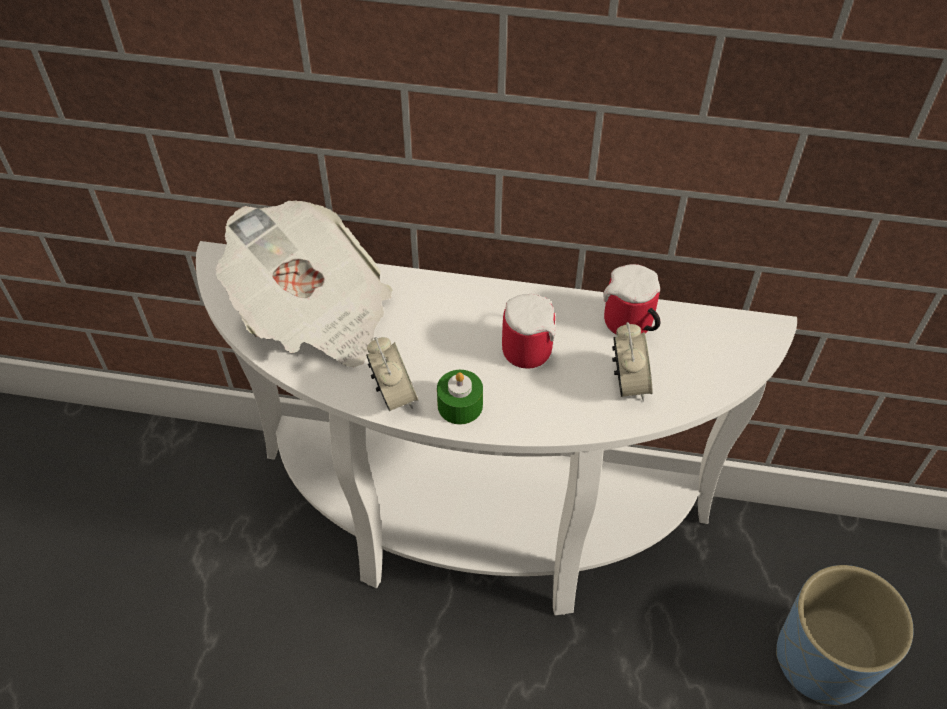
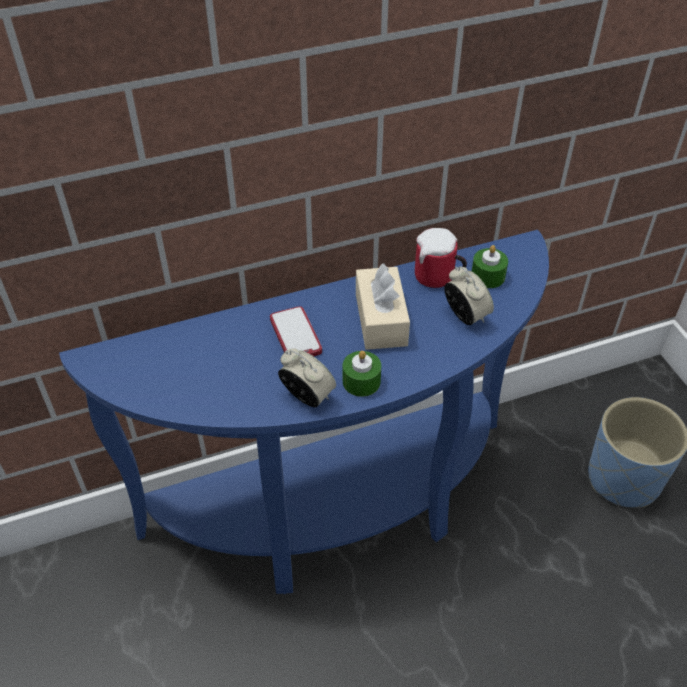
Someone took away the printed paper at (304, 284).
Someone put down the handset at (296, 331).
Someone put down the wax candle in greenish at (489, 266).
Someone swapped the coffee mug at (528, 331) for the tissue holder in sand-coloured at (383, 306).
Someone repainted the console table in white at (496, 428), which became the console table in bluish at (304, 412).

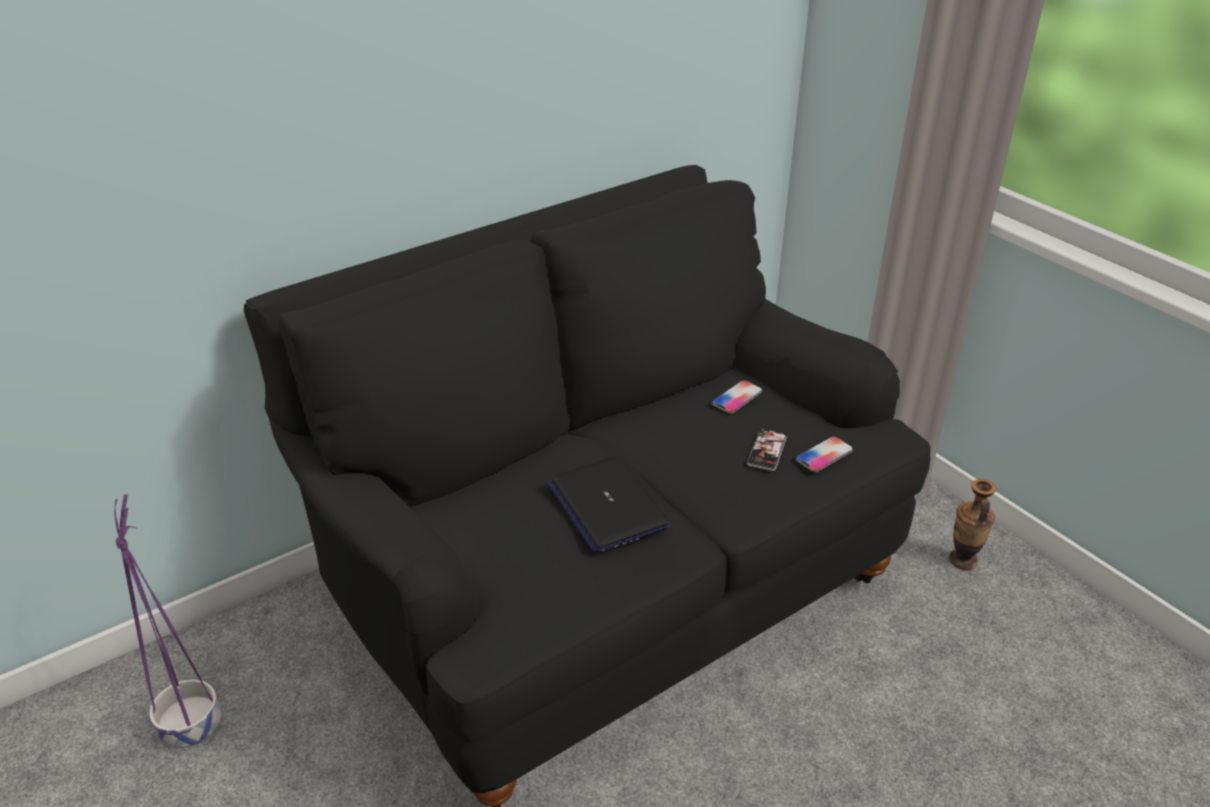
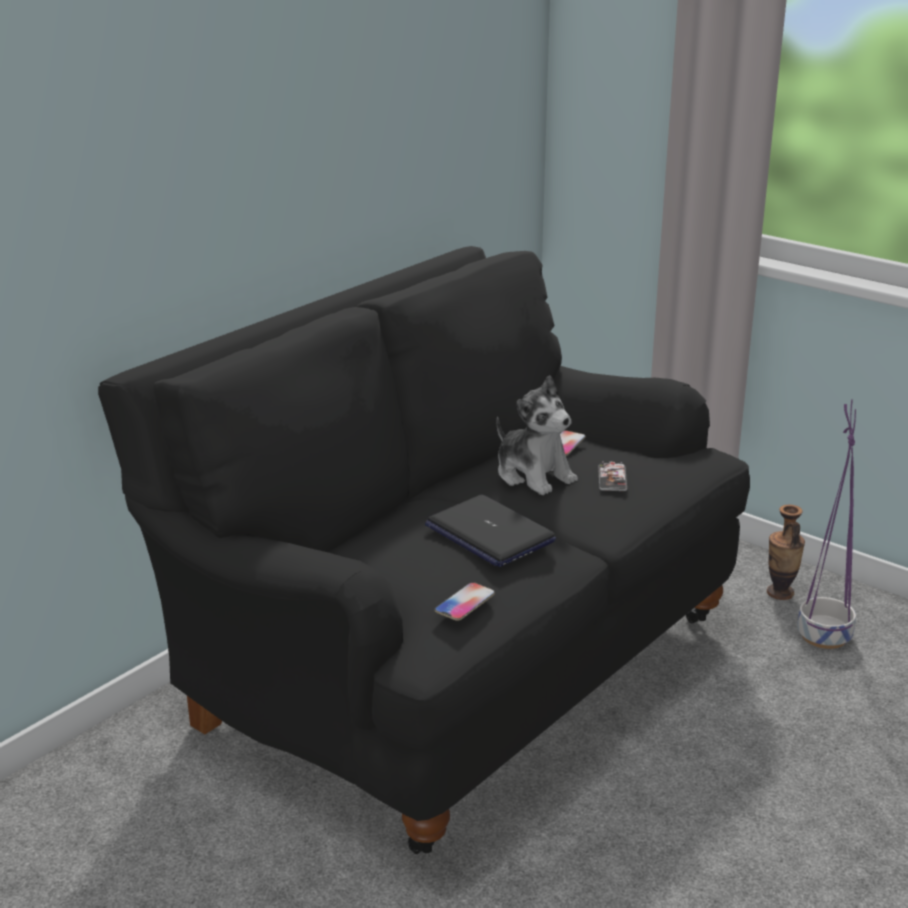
Someone put down the cuddly toy at (537, 435).
Someone carried the planter in purple from (167, 620) to (826, 524).
Someone carried the handset from (824, 454) to (464, 601).

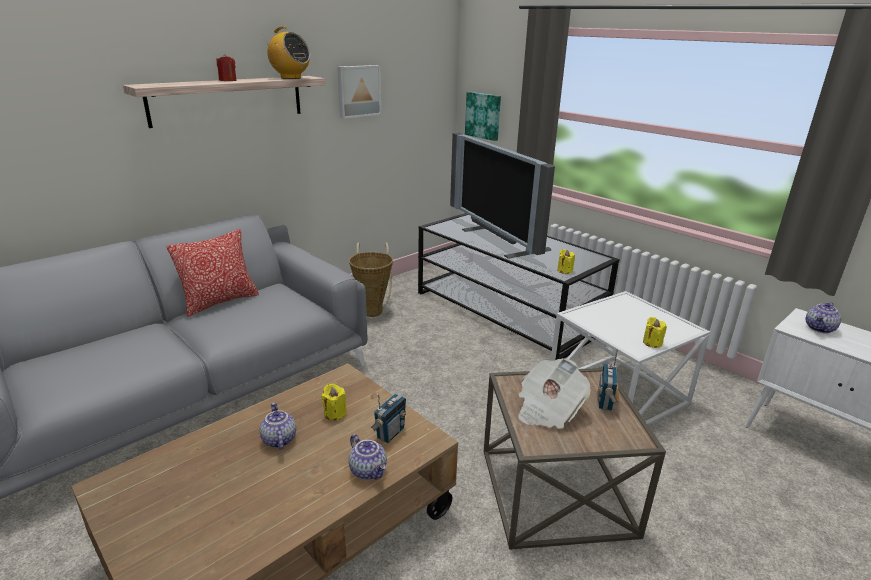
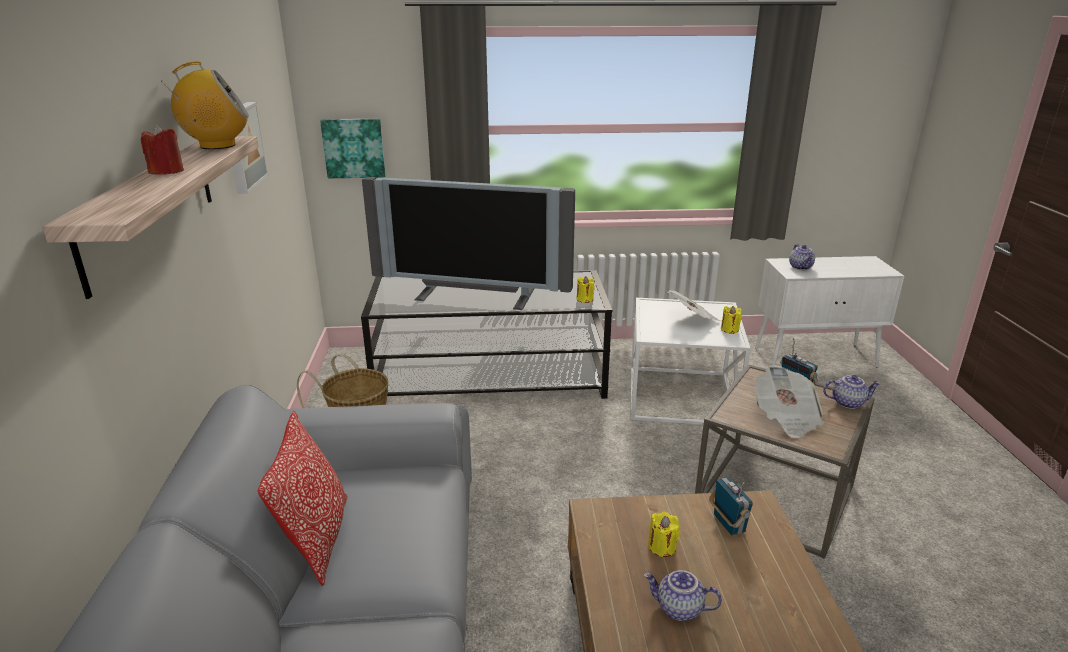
Someone put down the printed paper at (694, 305).
Someone carried the teapot from (368, 457) to (852, 392).

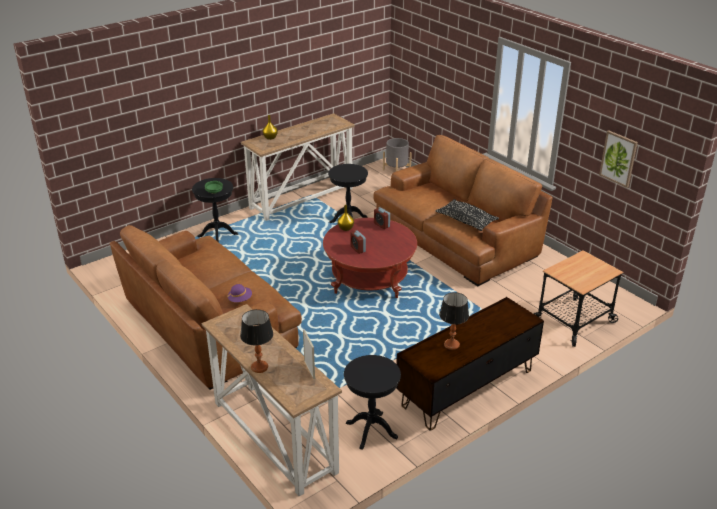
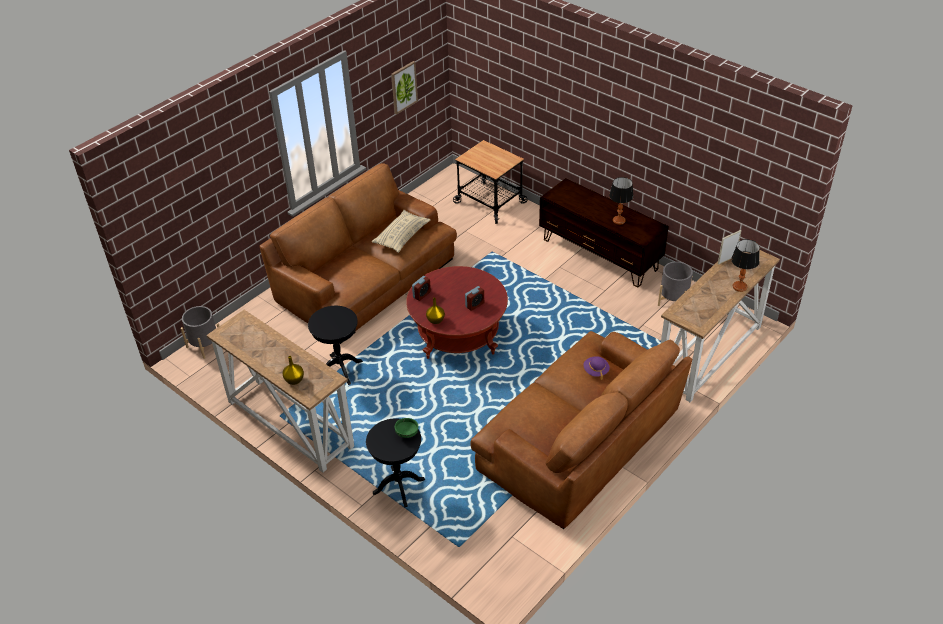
Someone swapped the side table in blackish at (372, 402) for the planter in grey at (675, 283).
Someone repainted the cushion in blackish at (467, 215), which became the cushion in sand-coloured at (401, 231).

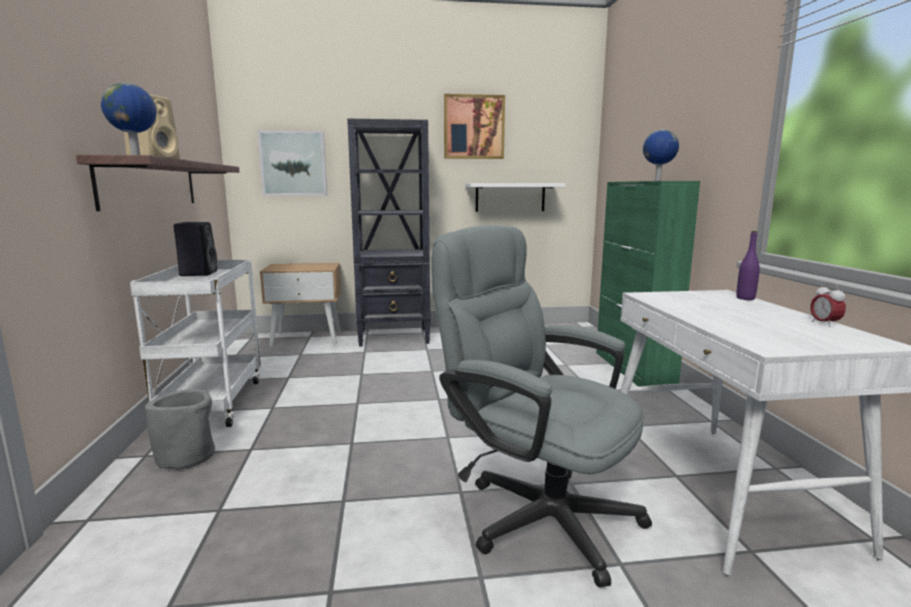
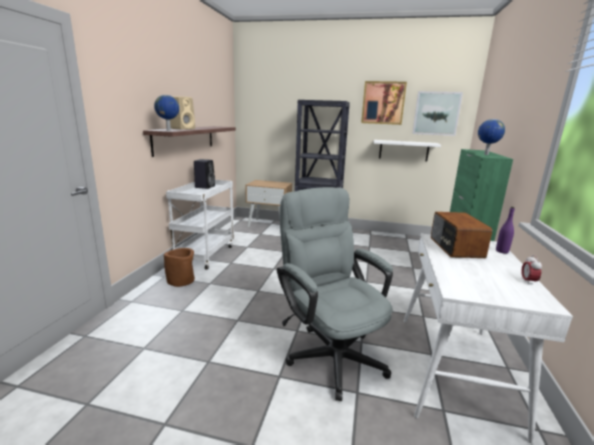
Someone put down the radio set at (461, 235).
Someone carried the wall picture from (292, 163) to (437, 113).
Someone repainted the planter in grey at (180, 429), which became the planter in brownish at (179, 267).

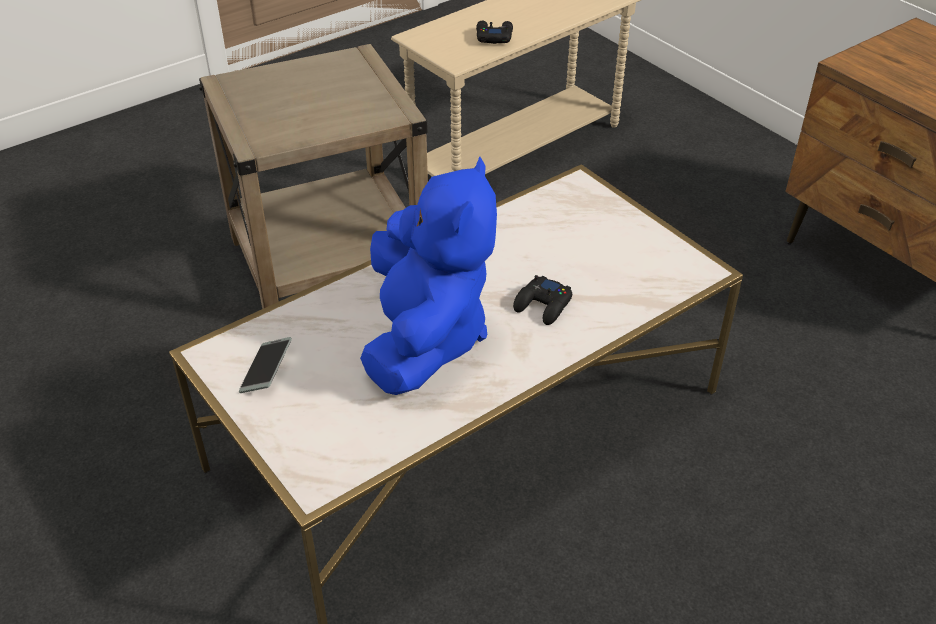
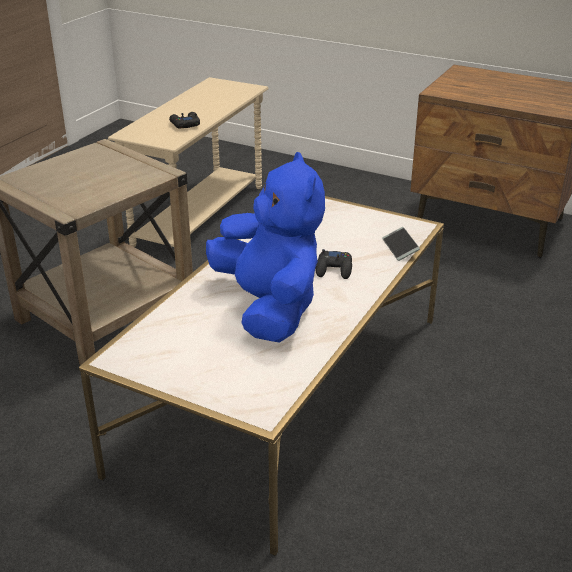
Someone carried the handset from (265, 365) to (401, 244).

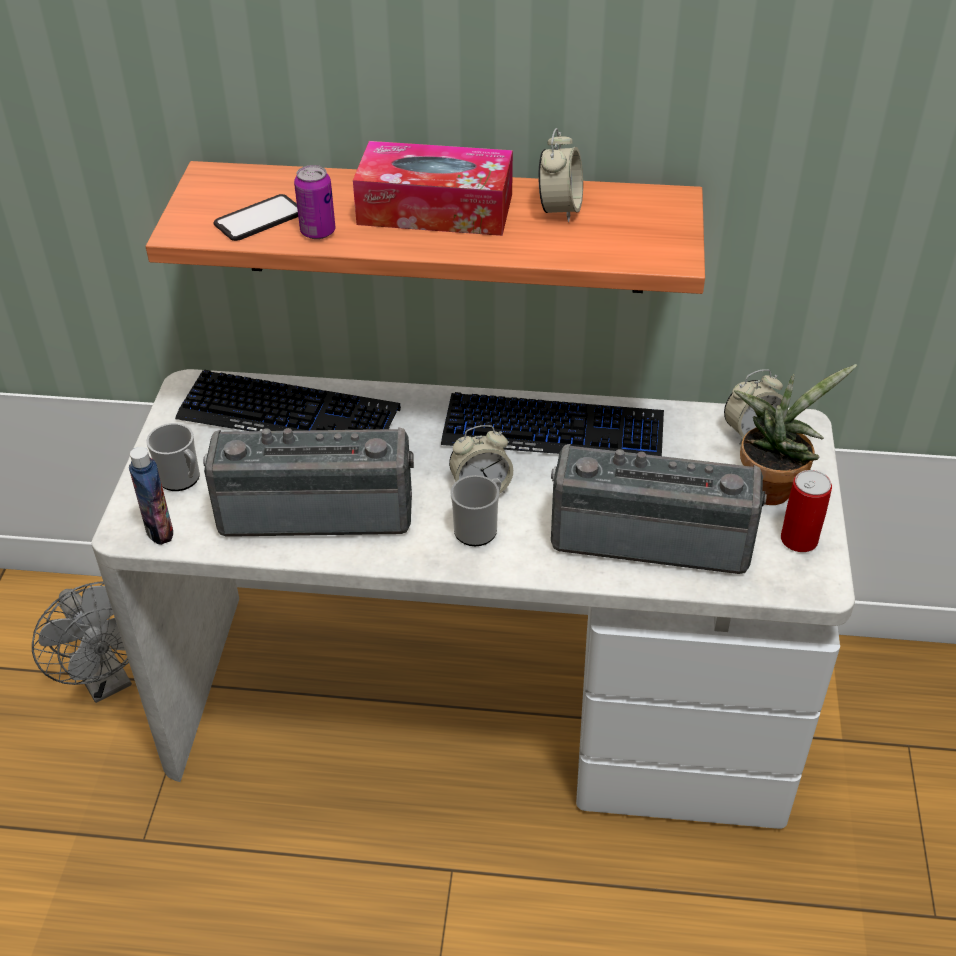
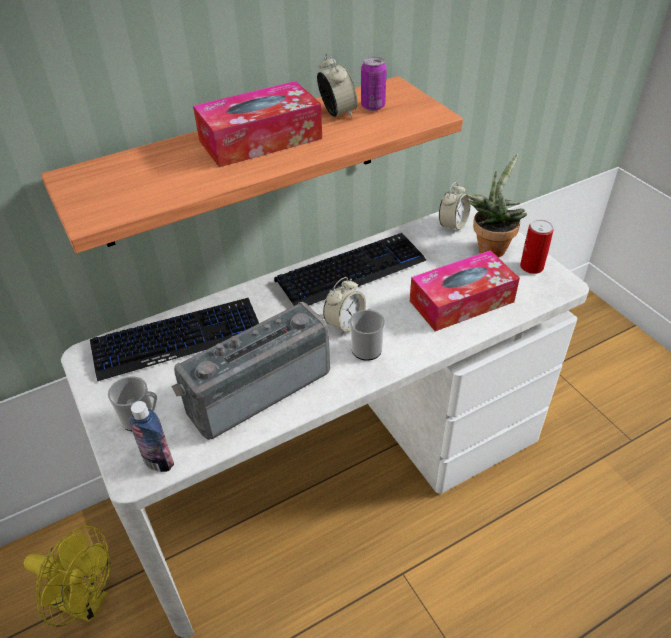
Someone took away the handset at (256, 217).
Someone carried the can from (314, 202) to (374, 84).
Someone swapped the radio set at (659, 509) for the tissue holder at (465, 290).
Someone repainted the cooling fan in grey at (82, 642), which became the cooling fan in yellowish at (67, 576).

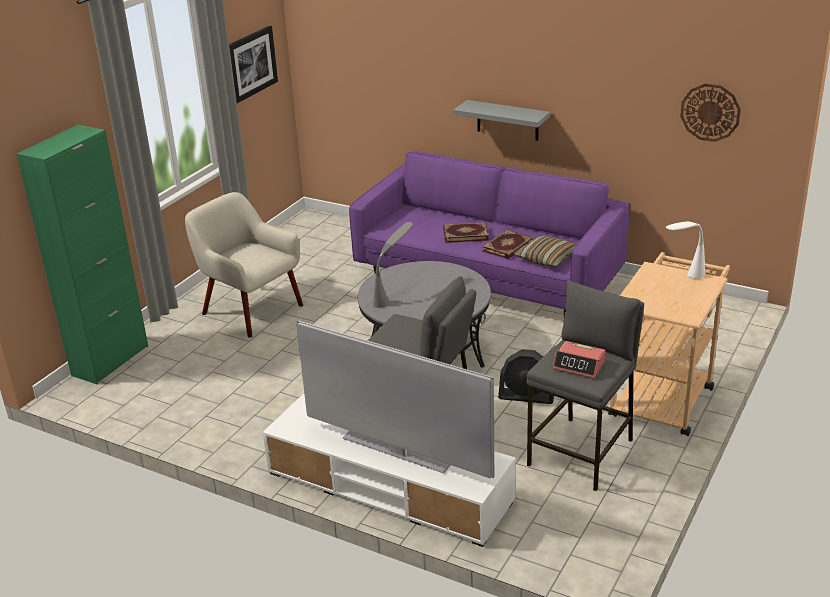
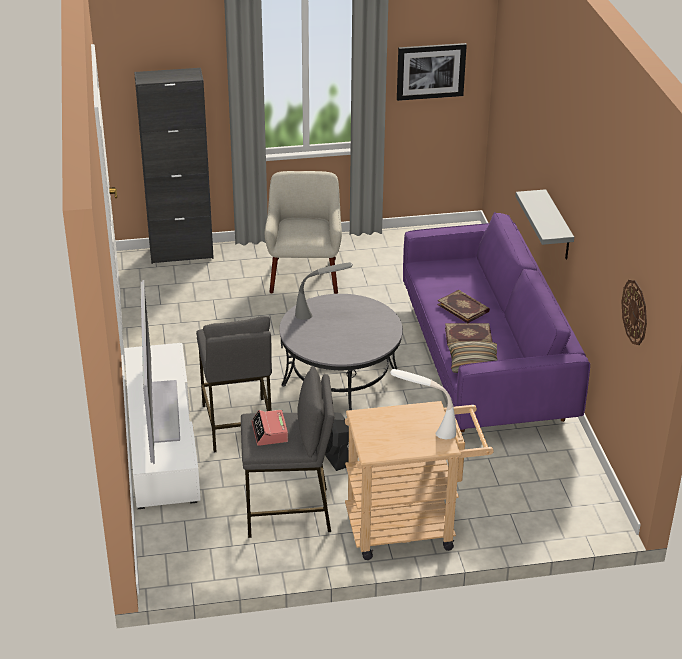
Someone repainted the cabinet in greenish at (82, 254), which became the cabinet in blackish at (174, 166).

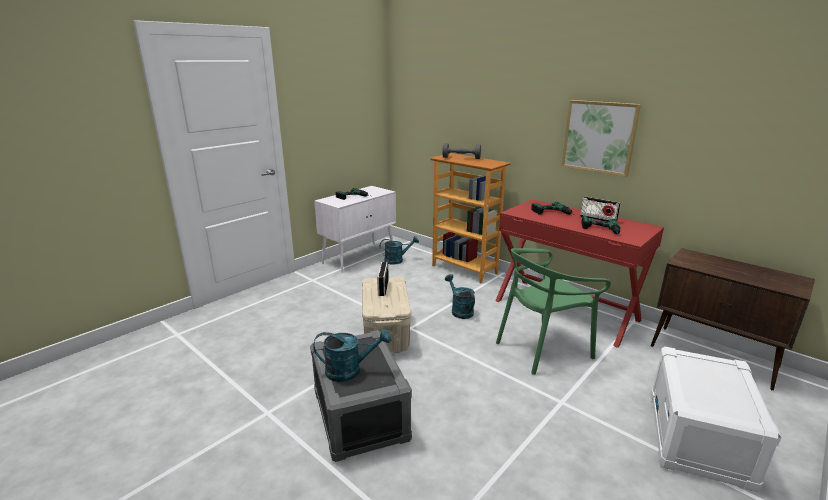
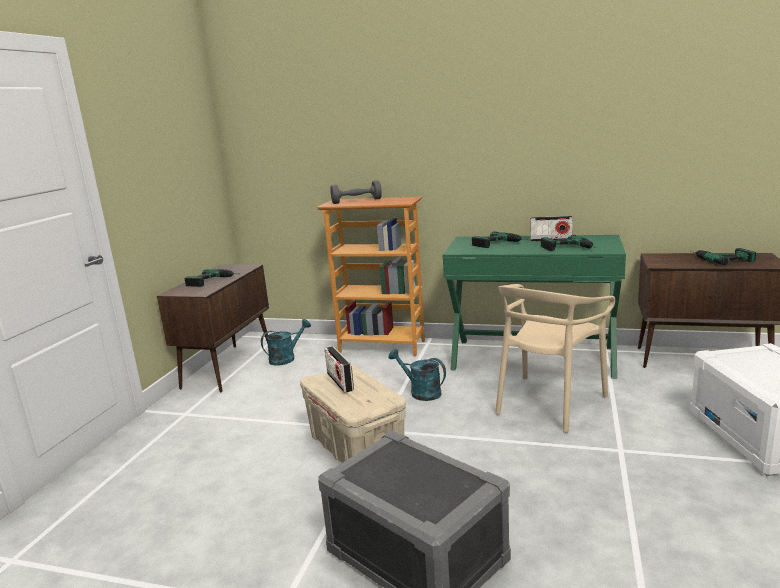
Someone took away the watering can in blue-green at (352, 355).
Someone took away the wall picture at (601, 138).
Someone put down the power drill at (723, 256).
Someone repainted the cabinet in white at (355, 229), which became the cabinet in brownish at (213, 328).
Someone repainted the desk unit in red at (579, 273), which became the desk unit in greenish at (534, 307).
Someone repainted the plain chair in greenish at (553, 311), which became the plain chair in sand-coloured at (555, 358).

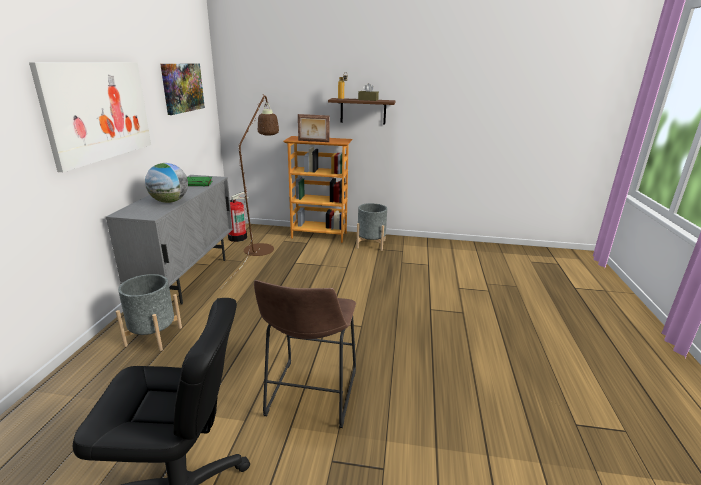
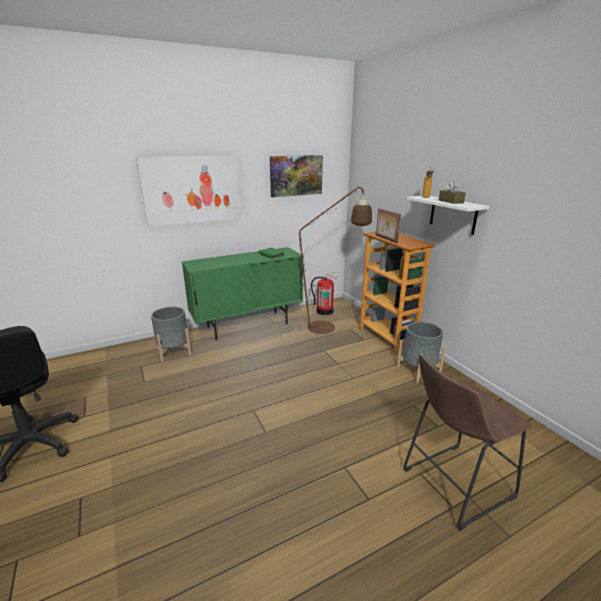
Someone took away the world globe at (166, 183).
Someone carried the stool in brownish from (305, 354) to (467, 442).
Someone repainted the cabinet in grey at (169, 240), which became the cabinet in greenish at (242, 294).
Someone repainted the shelf in brownish at (361, 111), which became the shelf in white at (448, 215).

